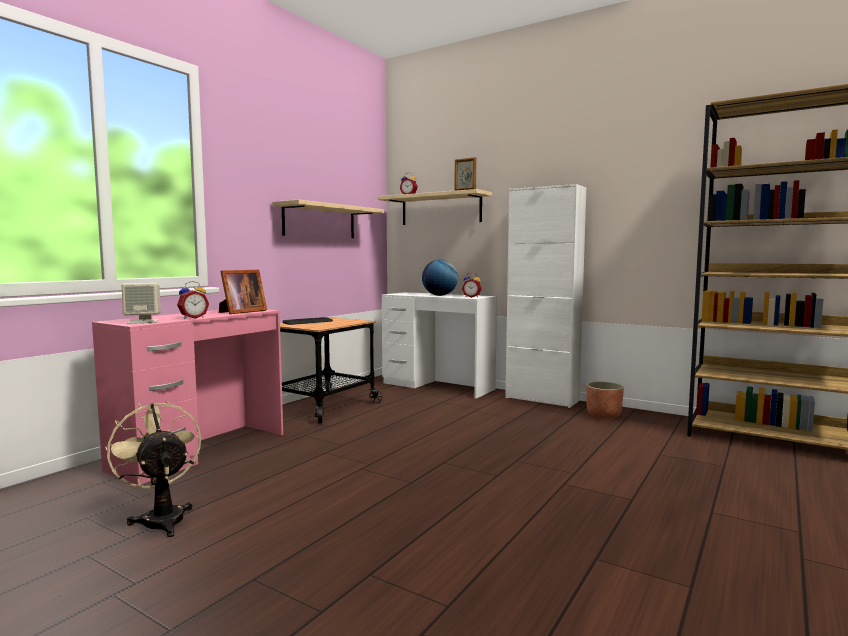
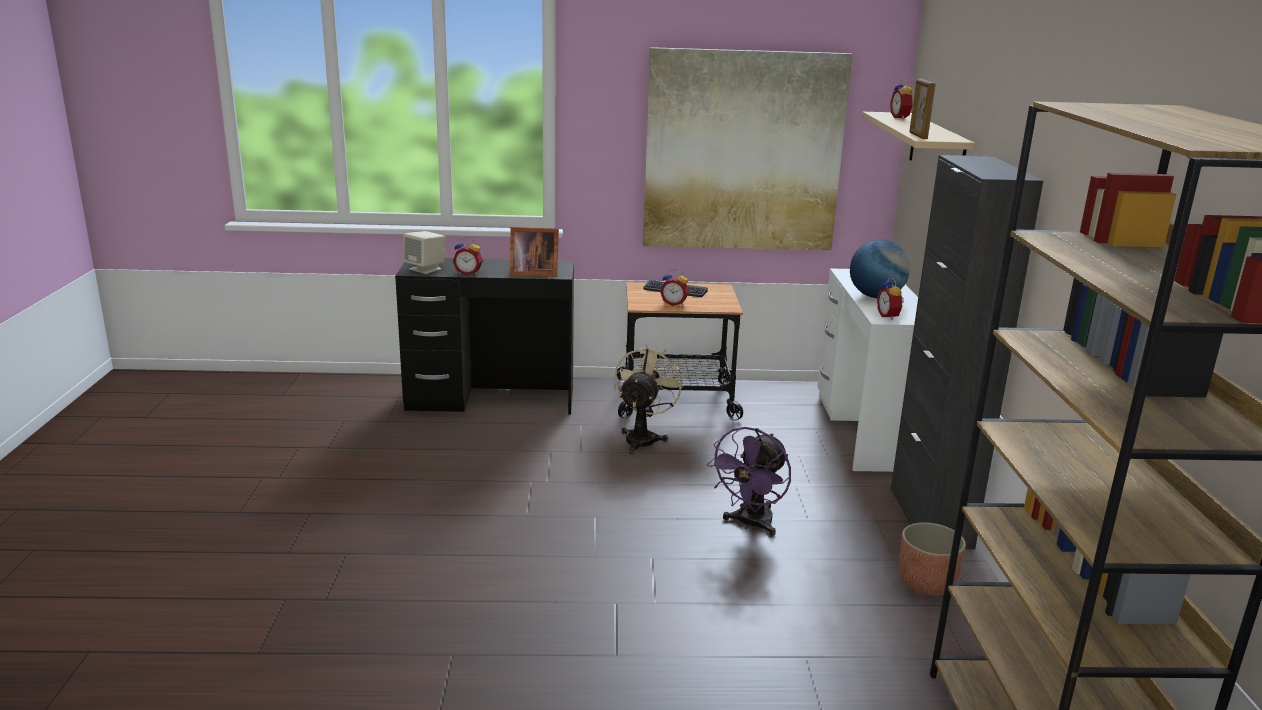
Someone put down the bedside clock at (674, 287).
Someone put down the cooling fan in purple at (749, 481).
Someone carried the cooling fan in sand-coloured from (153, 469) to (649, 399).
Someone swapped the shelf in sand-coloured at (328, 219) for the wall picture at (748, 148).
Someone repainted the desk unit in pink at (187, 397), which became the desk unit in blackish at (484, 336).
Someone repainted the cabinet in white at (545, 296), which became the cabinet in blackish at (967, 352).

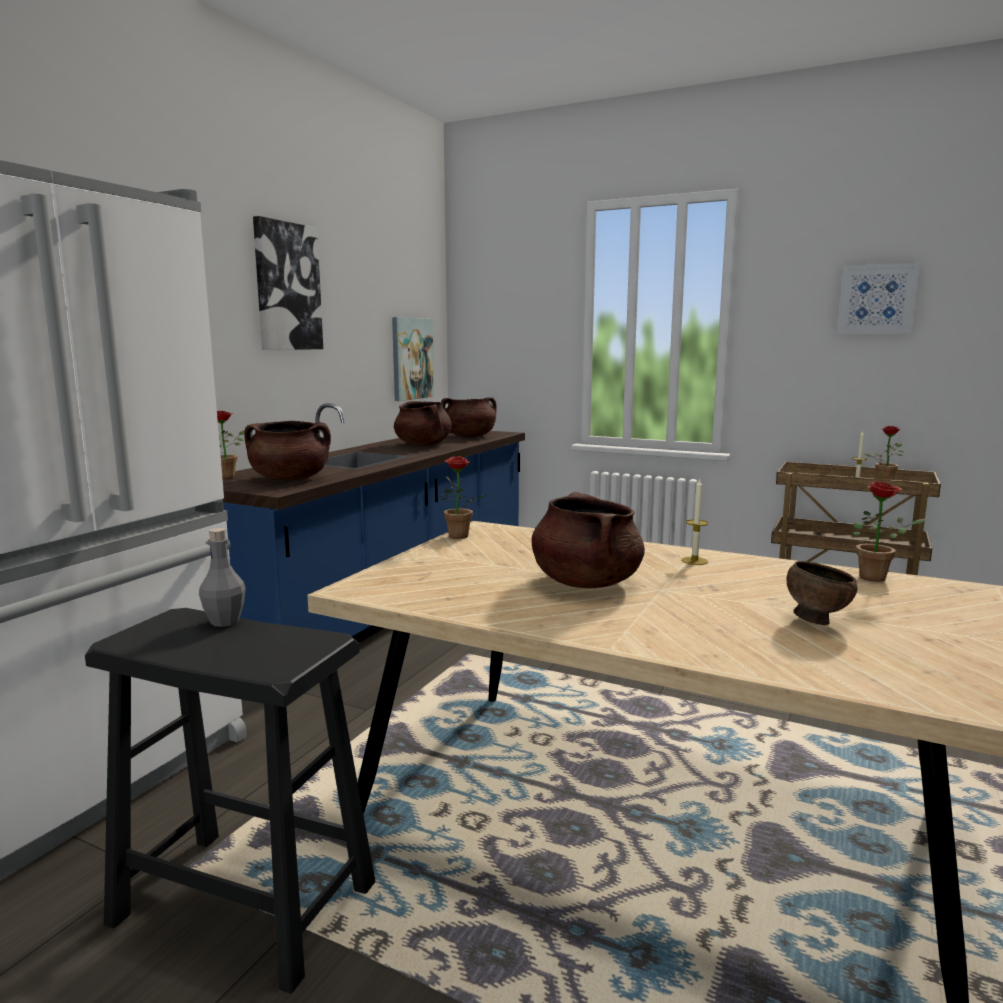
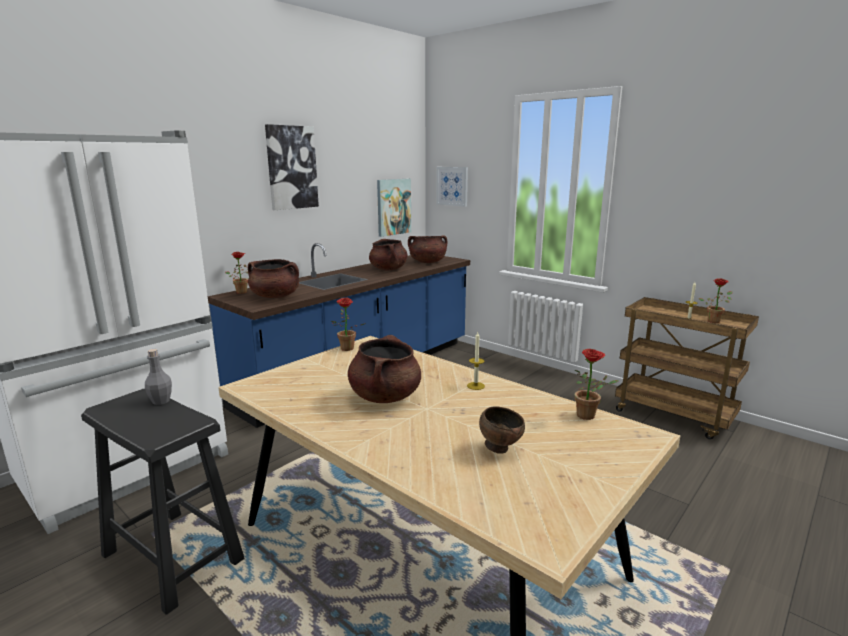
Someone carried the wall picture from (878, 298) to (452, 187).

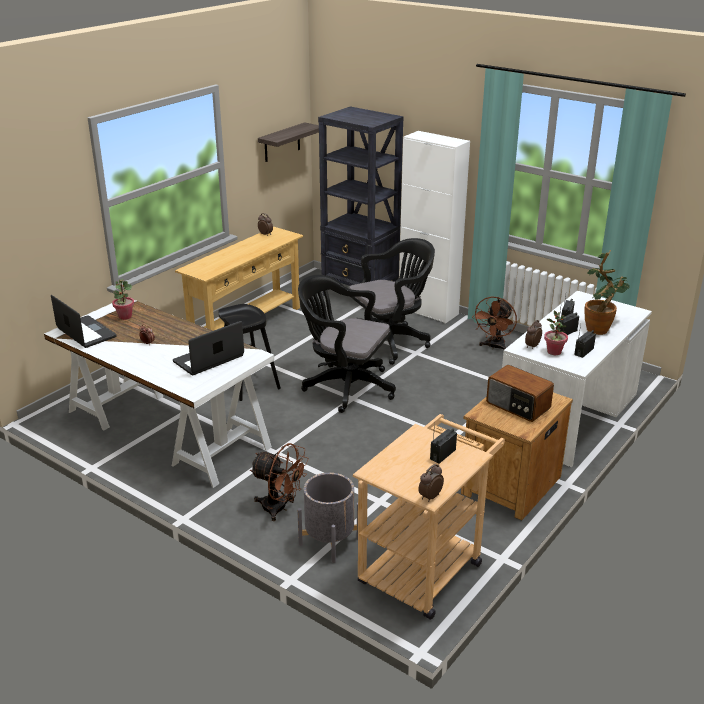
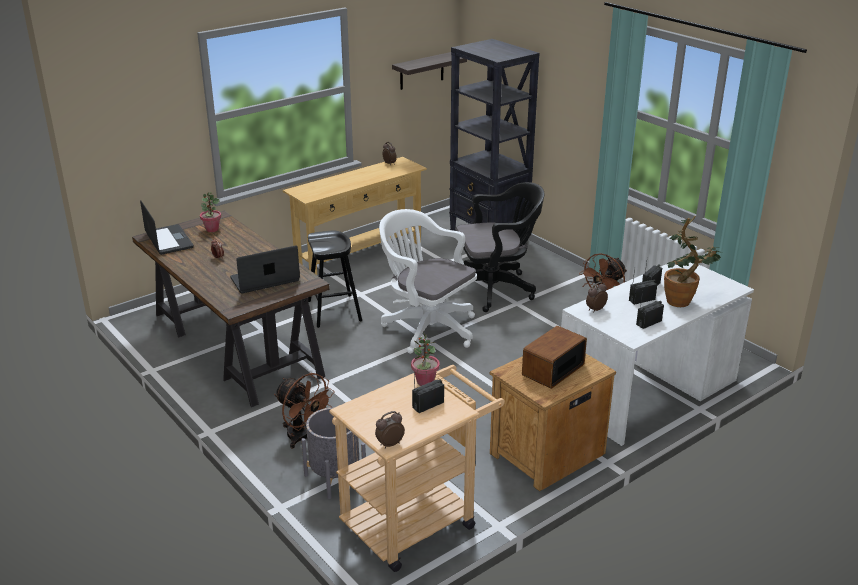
Someone took away the cabinet in white at (434, 227).
Someone carried the plant in a pot from (556, 333) to (425, 359).
Someone repainted the desk unit in white at (159, 394), which became the desk unit in brownish at (231, 309).
Someone repainted the computer chair in blackish at (347, 344), which became the computer chair in white at (428, 281).
Someone rotated the radio set at (520, 393) by 75 degrees clockwise.

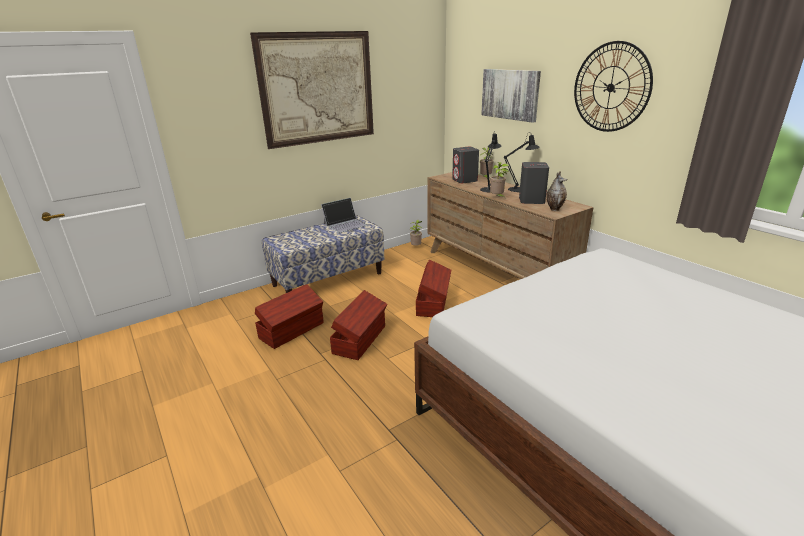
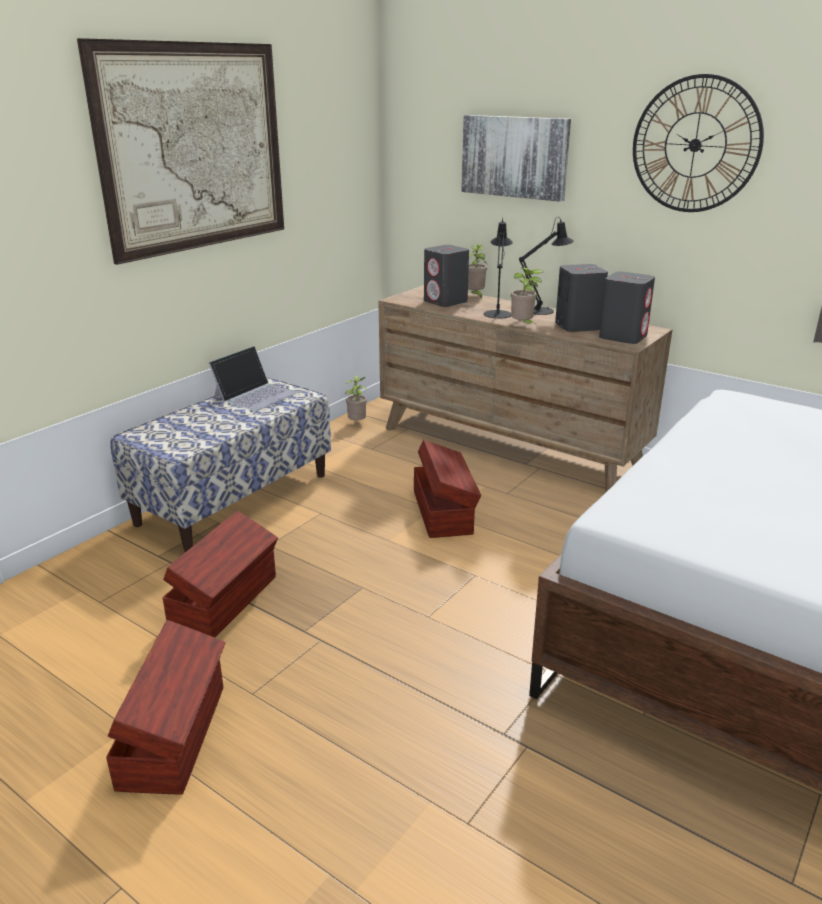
Someone carried the storage bin in brownish from (359, 325) to (166, 707).
Someone swapped the vase at (557, 191) for the speaker in grey at (627, 307).

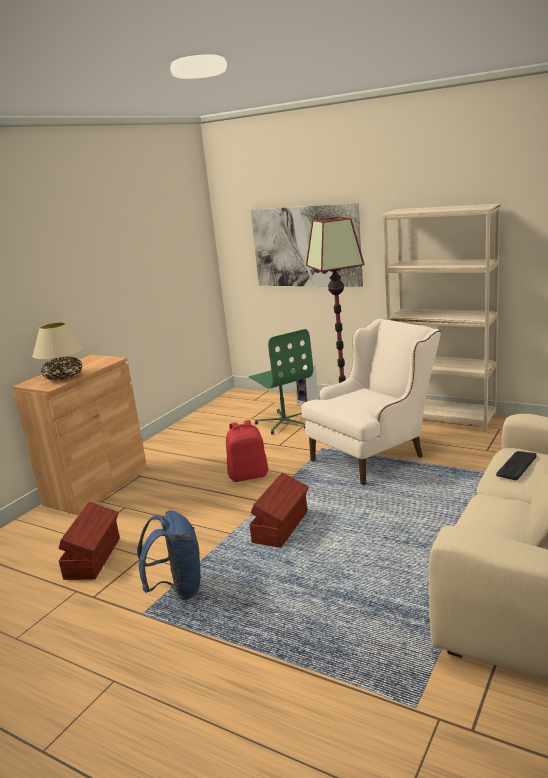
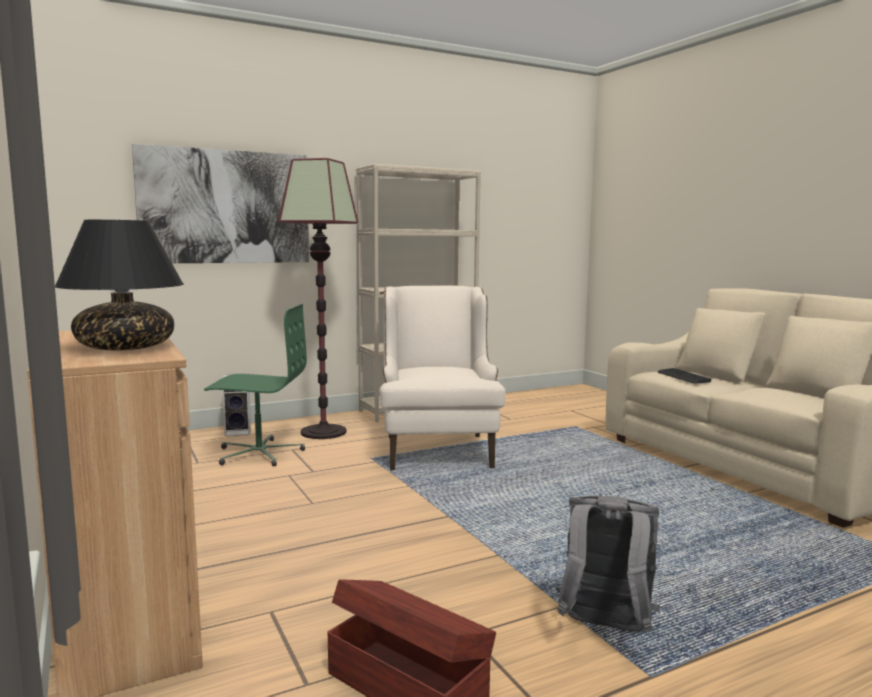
Someone took away the backpack in red at (247, 451).
Someone took away the storage bin in brownish at (279, 510).
Someone repainted the lamp for a table in sand-coloured at (58, 351), which became the lamp for a table in blackish at (119, 285).
Someone repainted the backpack in bluish at (169, 555), which became the backpack in grey at (608, 564).

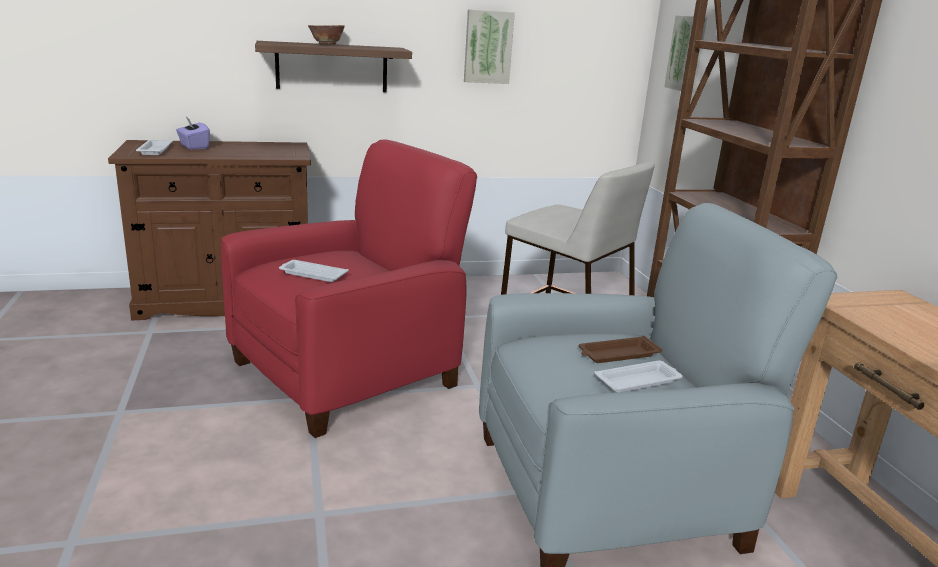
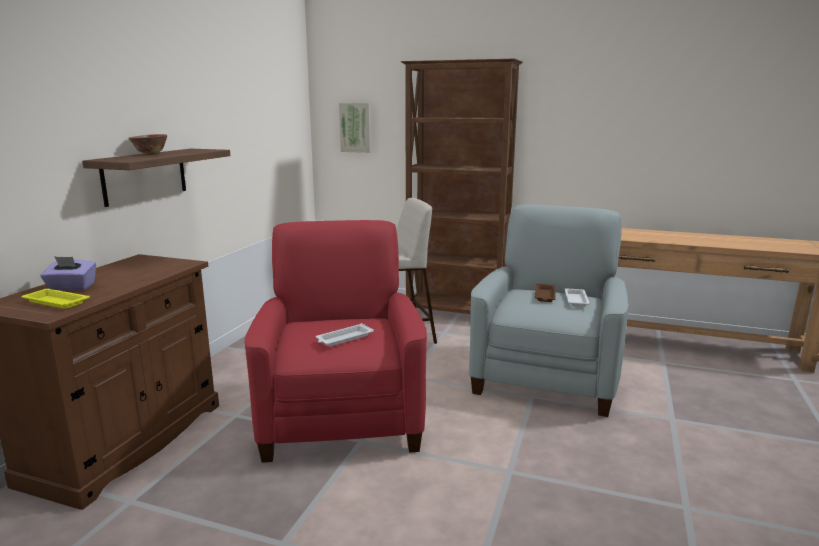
Someone took away the wall picture at (489, 46).
Someone repainted the serving tray in white at (154, 147), which became the serving tray in yellowish at (56, 299).

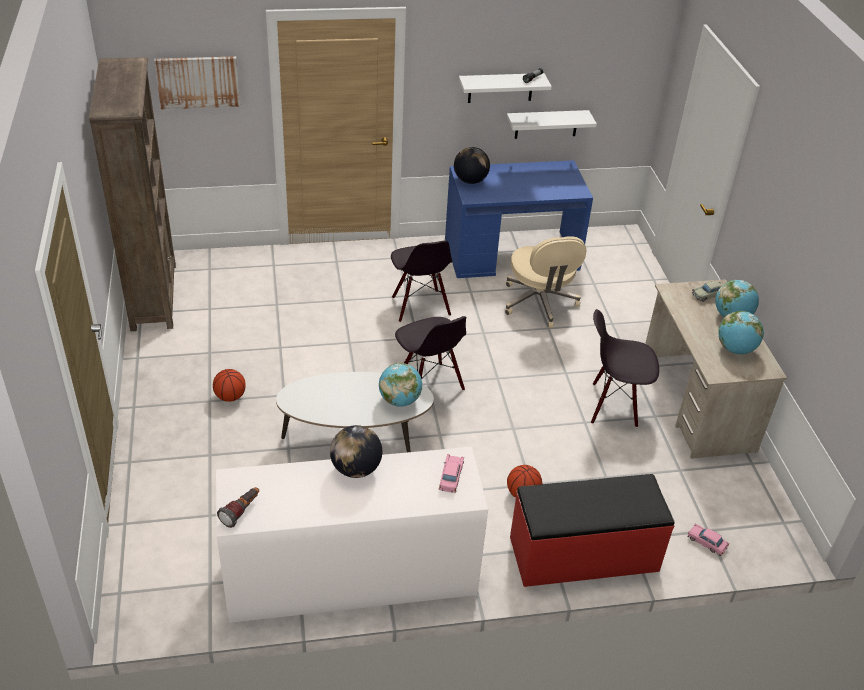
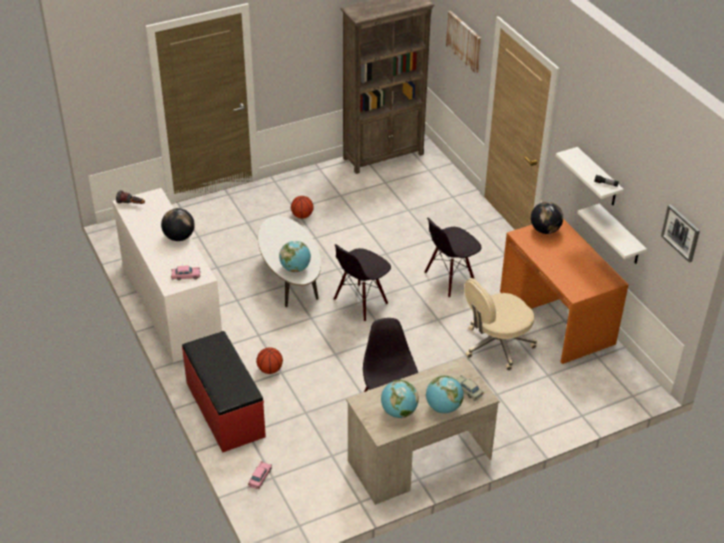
Someone put up the wall picture at (680, 233).
Someone repainted the desk unit in bluish at (519, 219), which became the desk unit in orange at (564, 291).

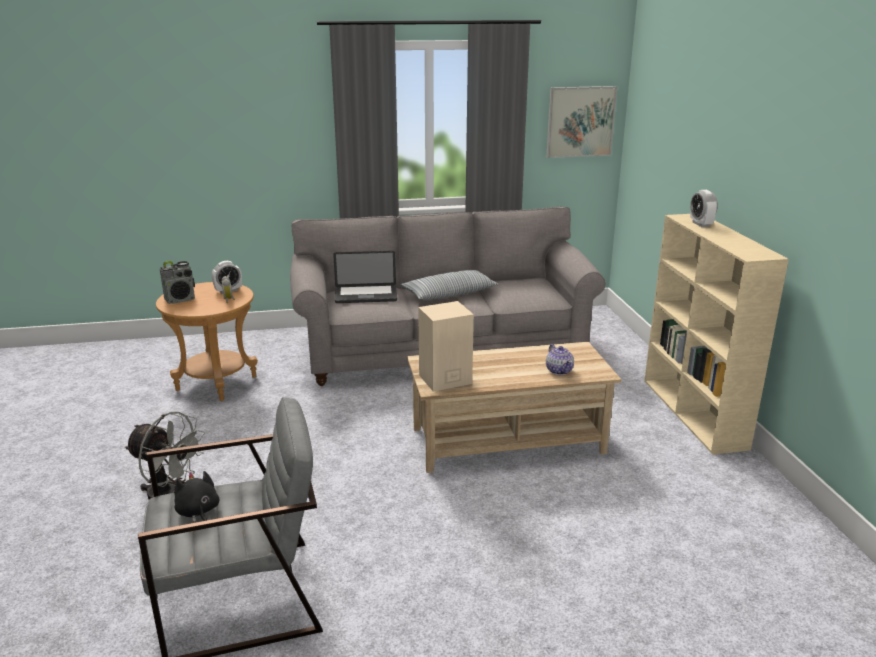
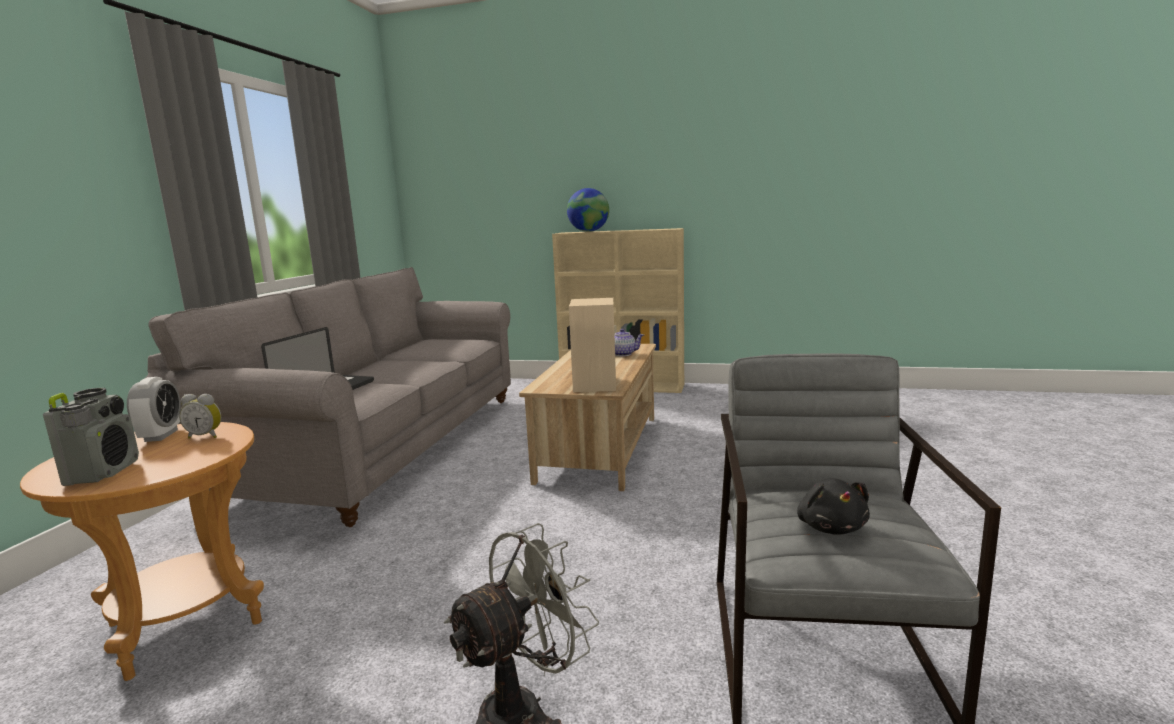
Someone took away the cushion at (450, 285).
Someone took away the wall picture at (581, 122).
Someone swapped the bedside clock at (704, 208) for the world globe at (588, 210).
Someone rotated the cuddly toy in blackish at (197, 496) by 90 degrees counterclockwise.

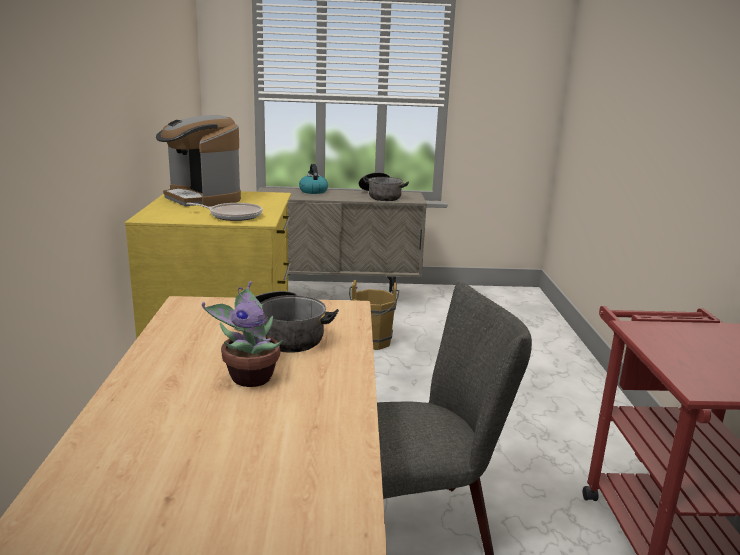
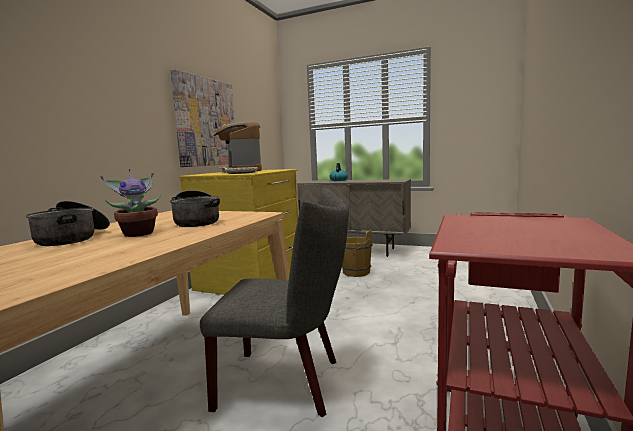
Someone put up the wall picture at (202, 118).
Someone carried the saucepot from (384, 186) to (68, 223).

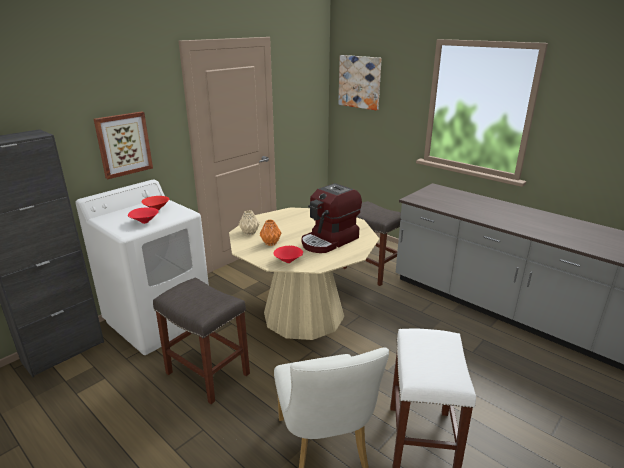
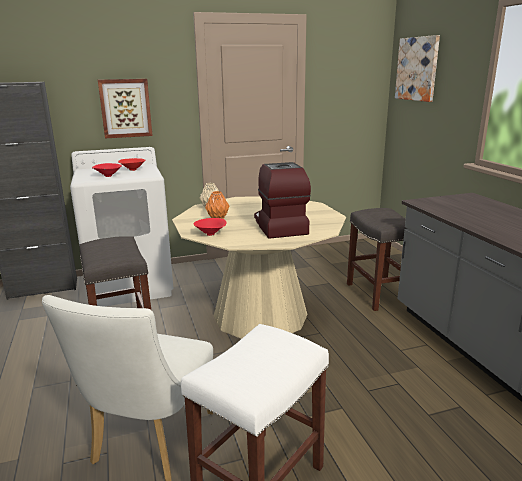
Someone rotated the coffee brewer at (331, 218) by 90 degrees clockwise.

